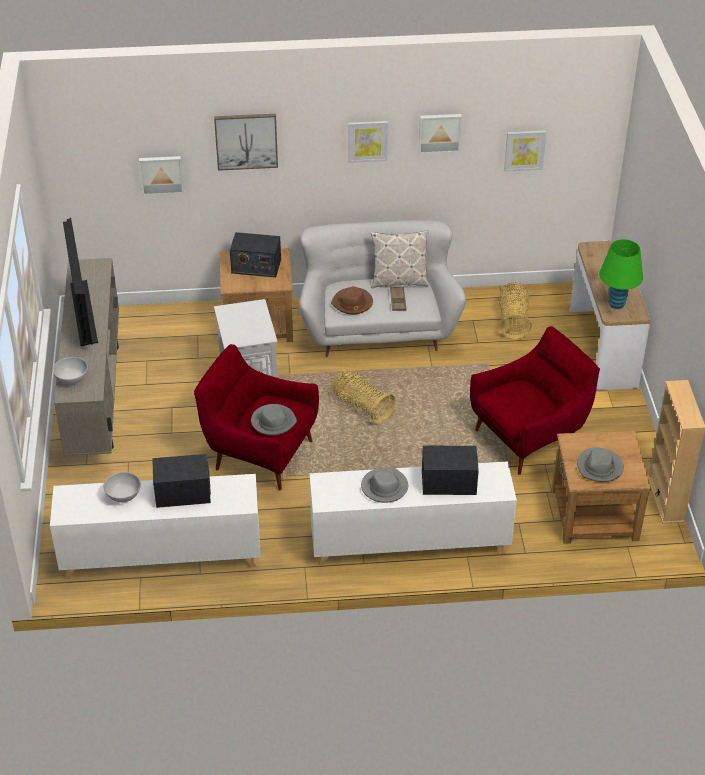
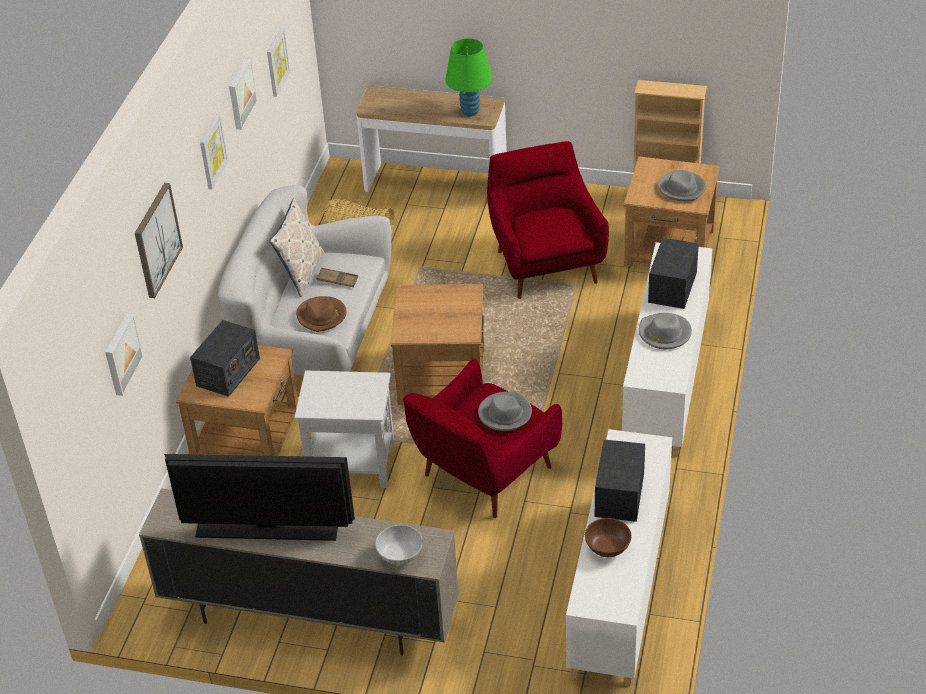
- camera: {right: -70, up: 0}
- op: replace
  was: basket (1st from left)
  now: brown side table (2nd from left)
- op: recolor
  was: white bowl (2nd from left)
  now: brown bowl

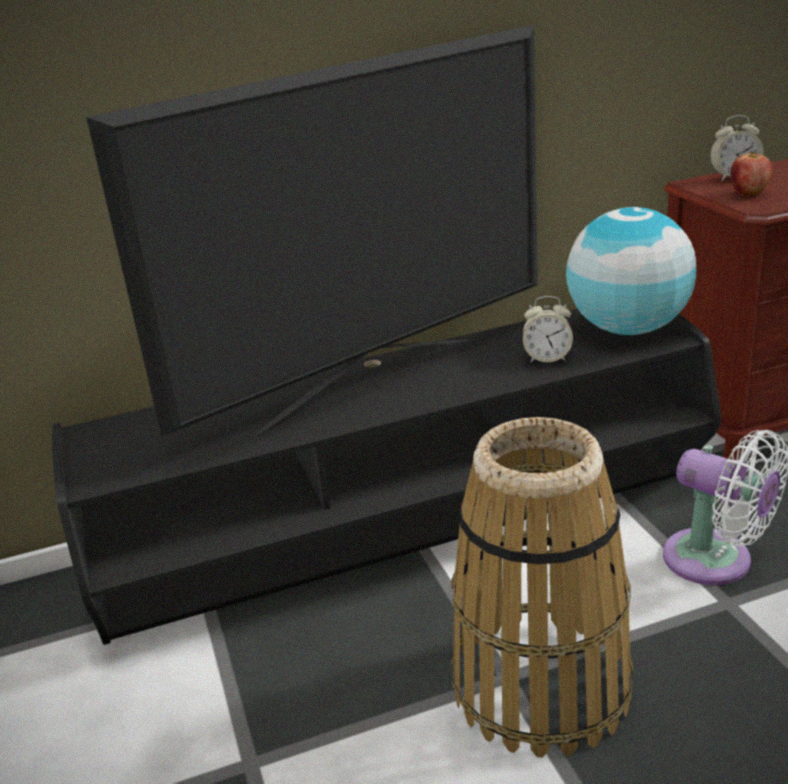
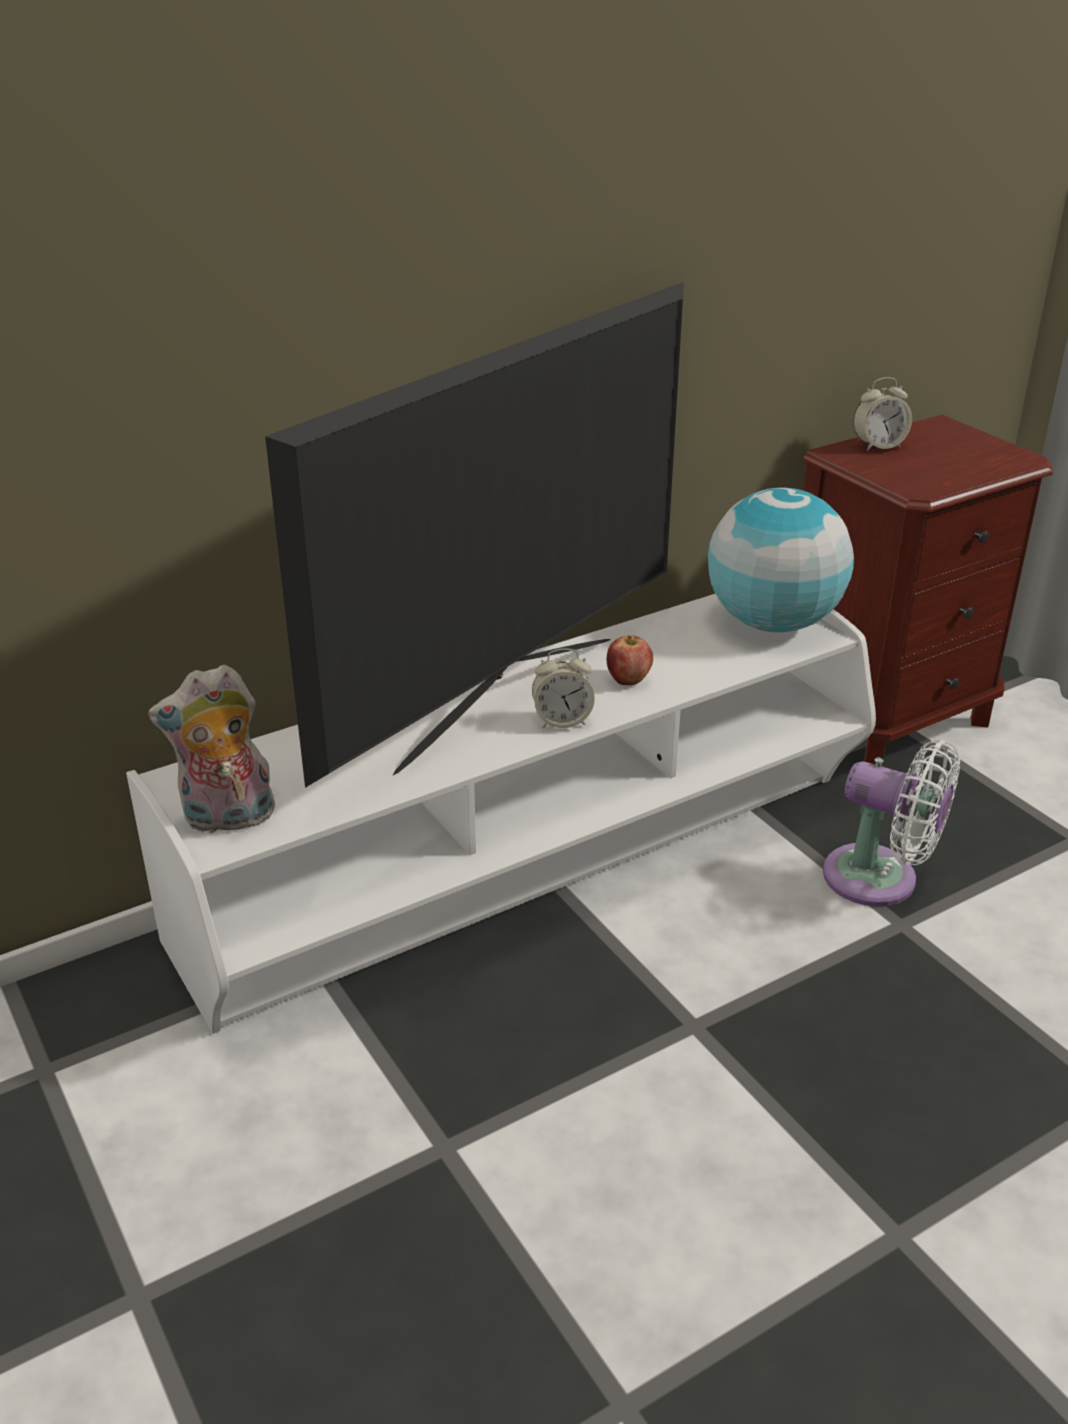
- camera: {right: -15, up: 5}
- op: delete
  was: basket
- op: insert
  now: plush toy
- op: move
  was: alarm clock (1st from left)
- op: move
  was: apple
- op: recolor
  was: black tv stand
  now: white tv stand

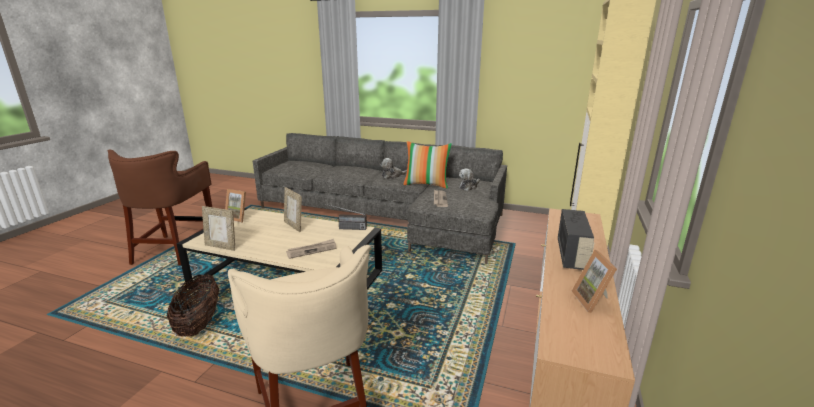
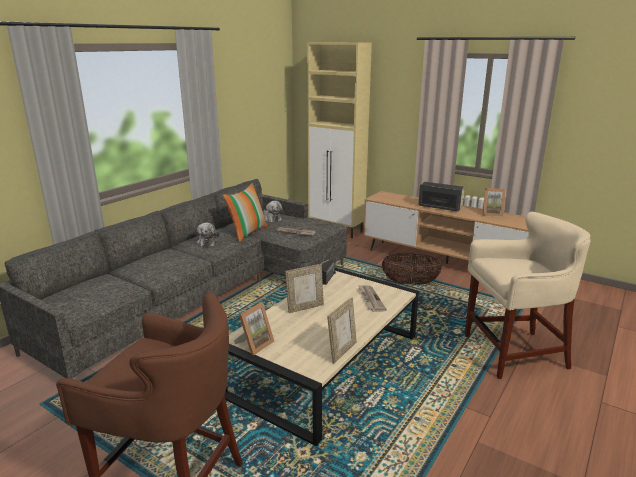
- camera: {right: -75, up: 0}
- op: move
  was: basket

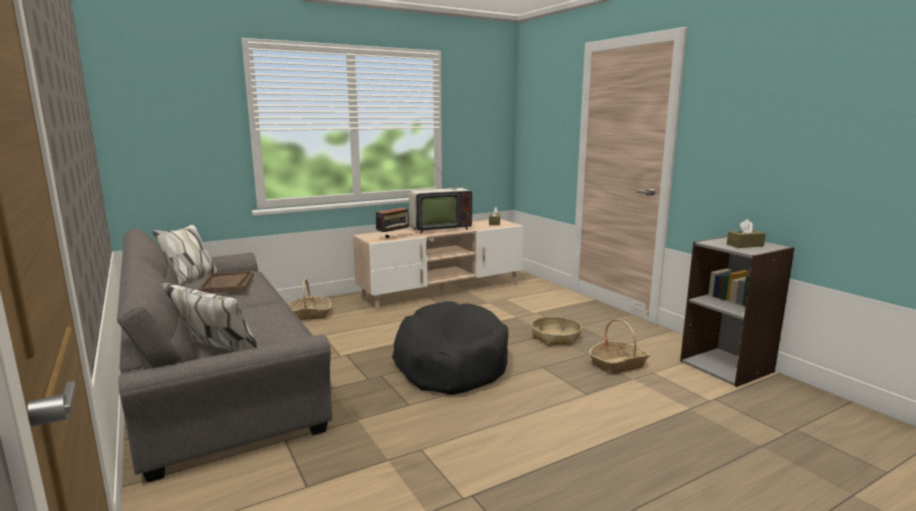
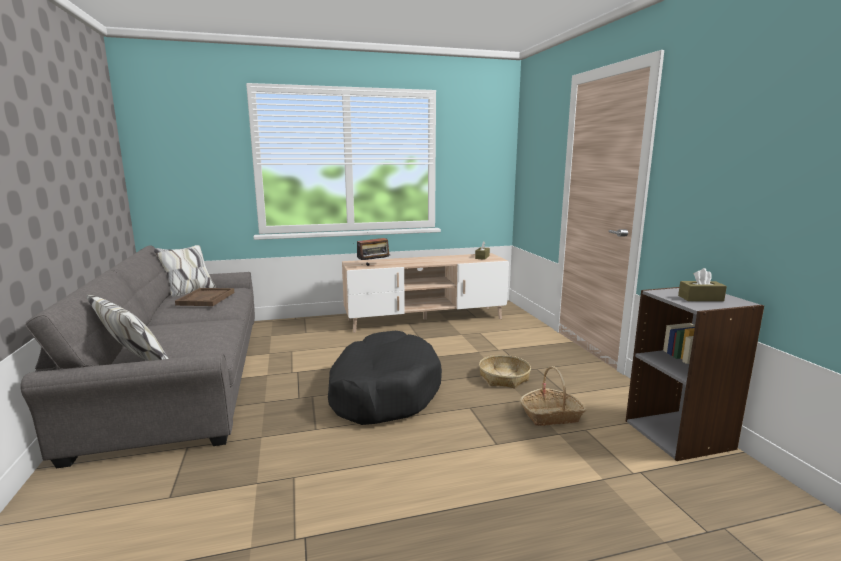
- camera: {right: 15, up: 0}
- op: delete
  was: basket (1st from left)
- op: delete
  was: television

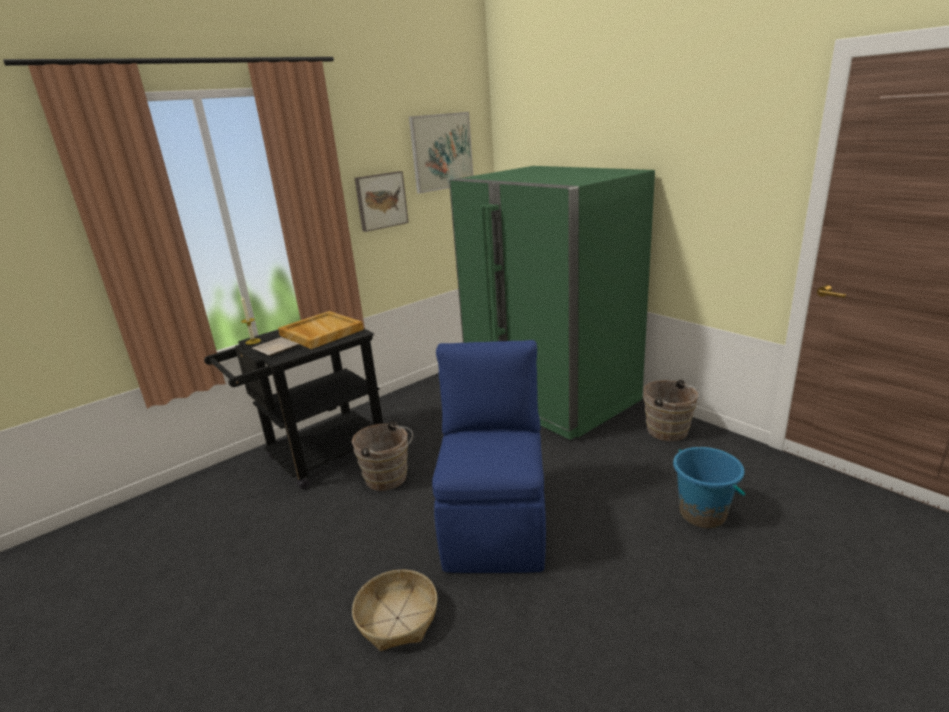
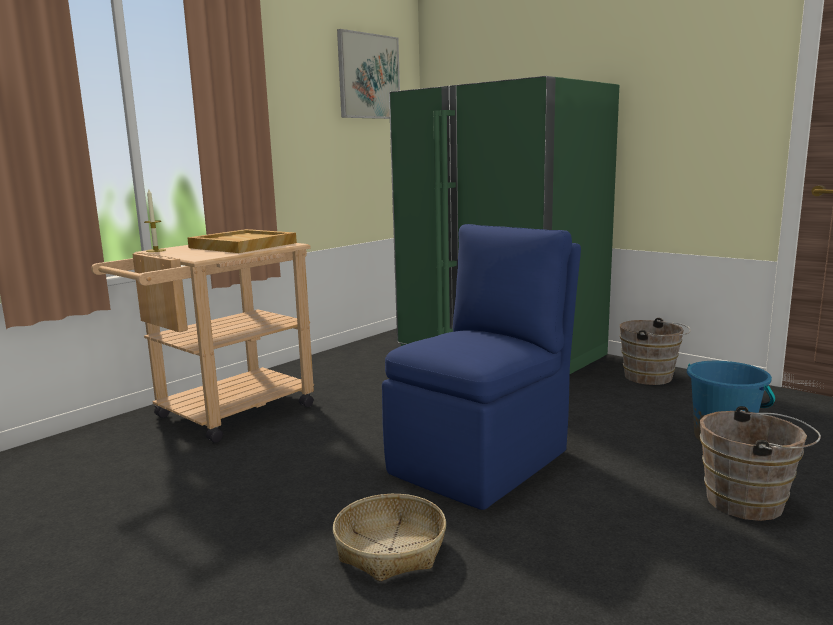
- camera: {right: -10, up: -10}
- op: delete
  was: plate
- op: delete
  was: picture (1st from left)
- op: move
  was: brown bucket (1st from left in the first image)
  now: brown bucket (2nd from left)
- op: recolor
  was: black cart
  now: beige cart
- op: rotate
  was: blue chair
  clockwise: 45

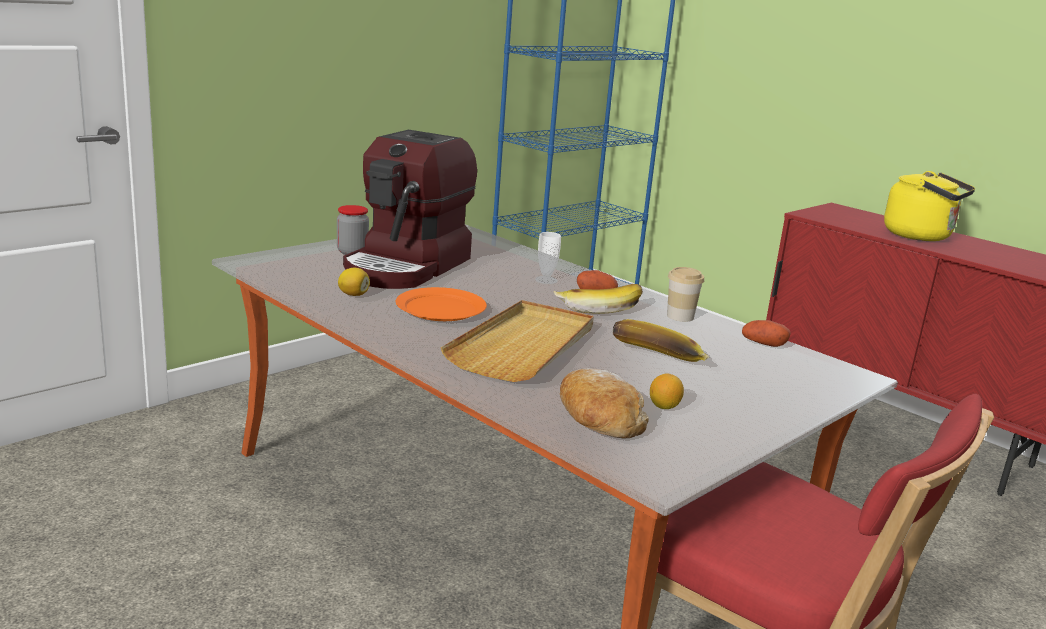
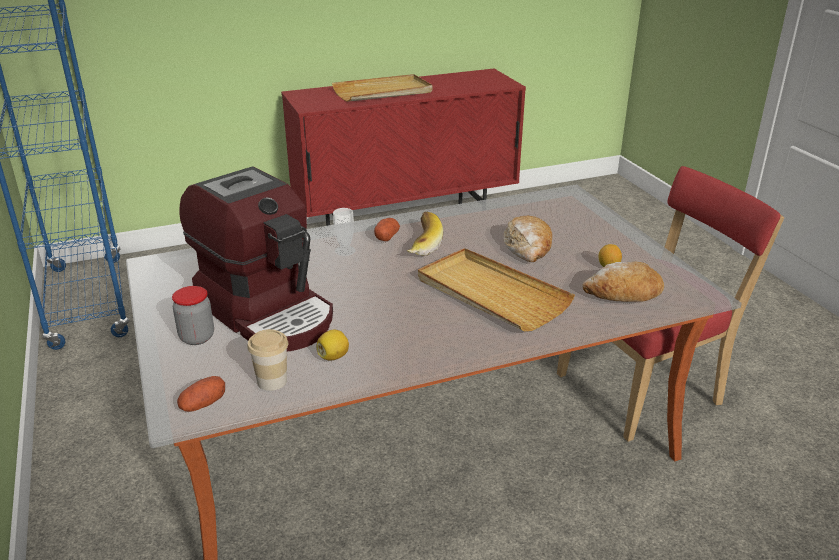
- camera: {right: -65, up: 10}
- op: delete
  was: orange plate
- op: move
  was: cup (2nd from left in the first image)
  now: cup (1st from left)
- op: move
  was: potato (2nd from left in the first image)
  now: potato (1st from left)
- op: replace
  was: banana (2nd from left)
  now: bread (1st from left)
- op: replace
  was: yellow kettle
  now: beige tray (1st from left)

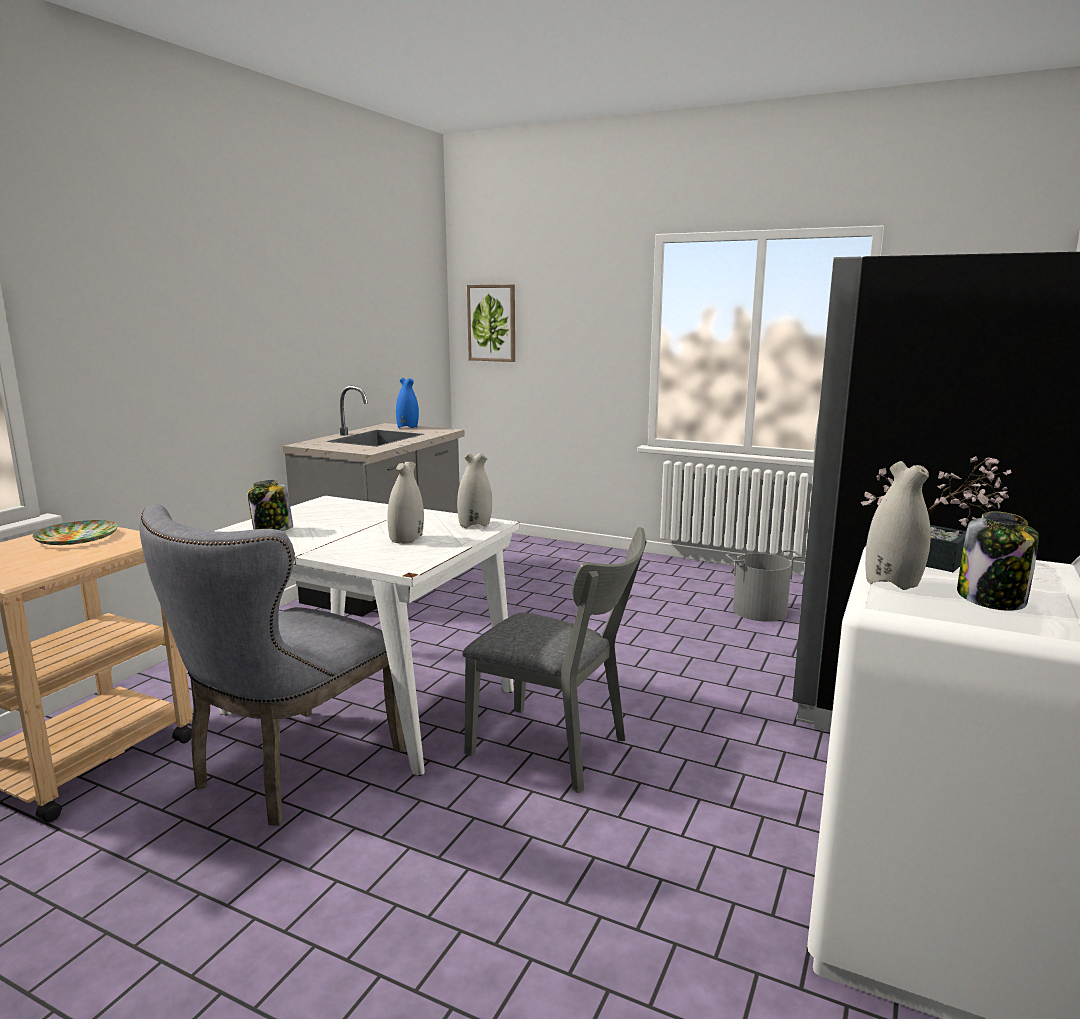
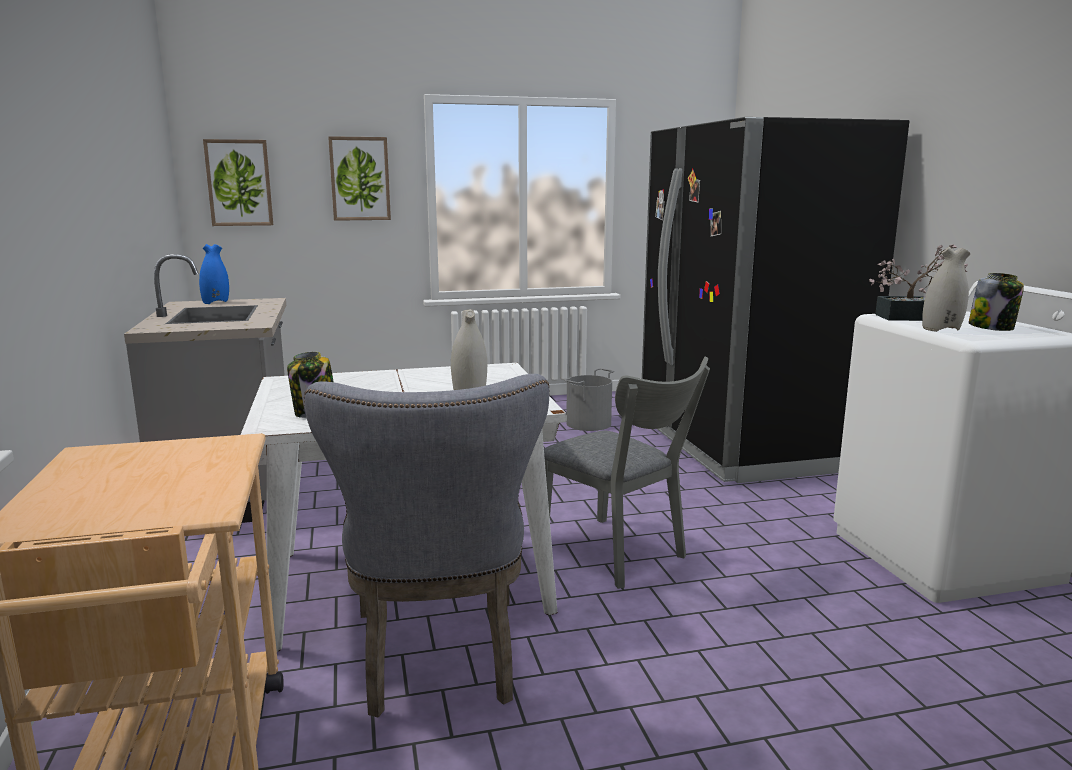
- camera: {right: -40, up: 0}
- op: delete
  was: plate
- op: delete
  was: white vase (2nd from left)
- op: insert
  now: picture (2nd from left)
- op: rotate
  was: grey chair (2nd from left)
  clockwise: 60

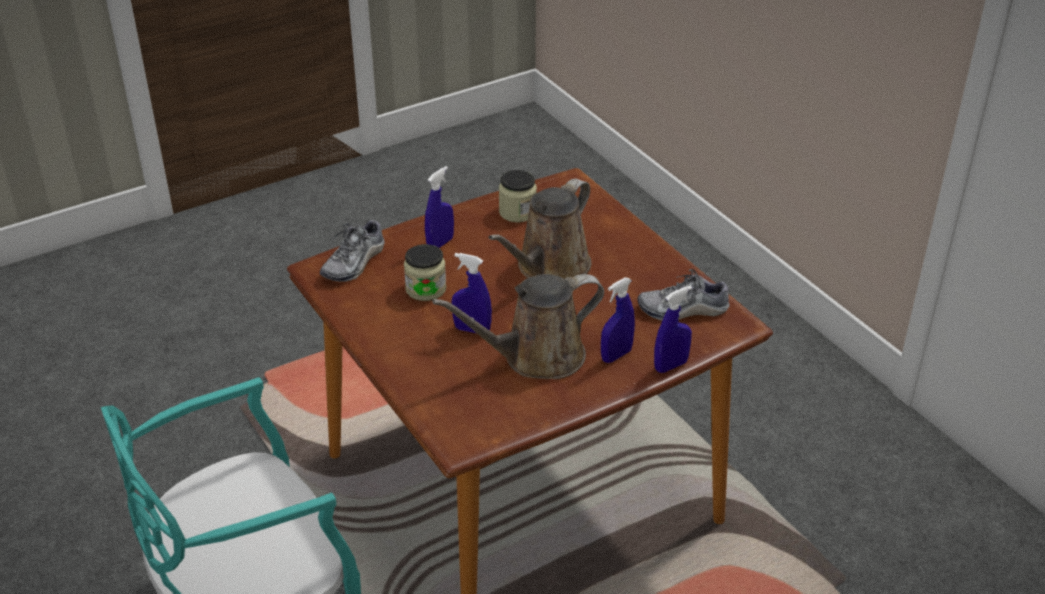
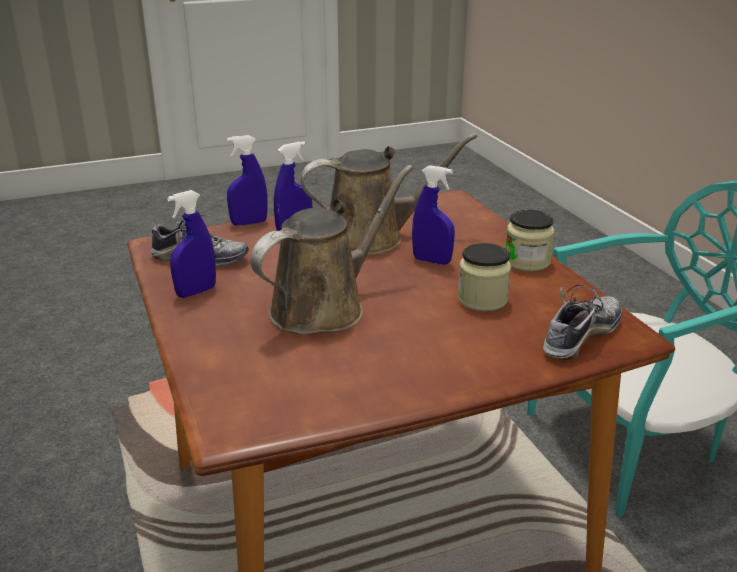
- camera: {right: -170, up: -10}
- op: move
  was: blue spray bottle (1st from left)
- op: move
  was: jar (2nd from left)

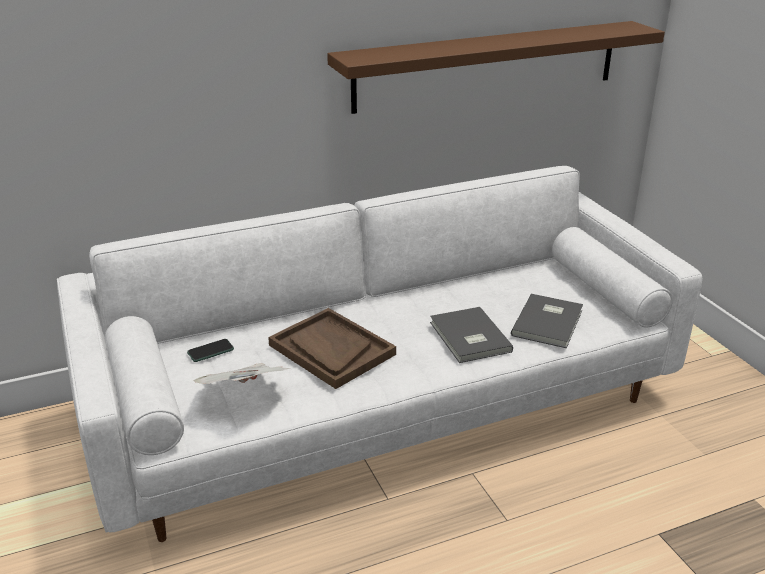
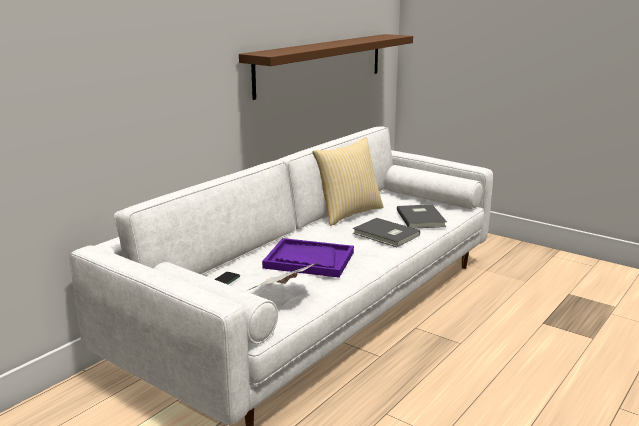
- camera: {right: -30, up: -10}
- op: insert
  now: pillow
- op: recolor
  was: brown tray
  now: purple tray

